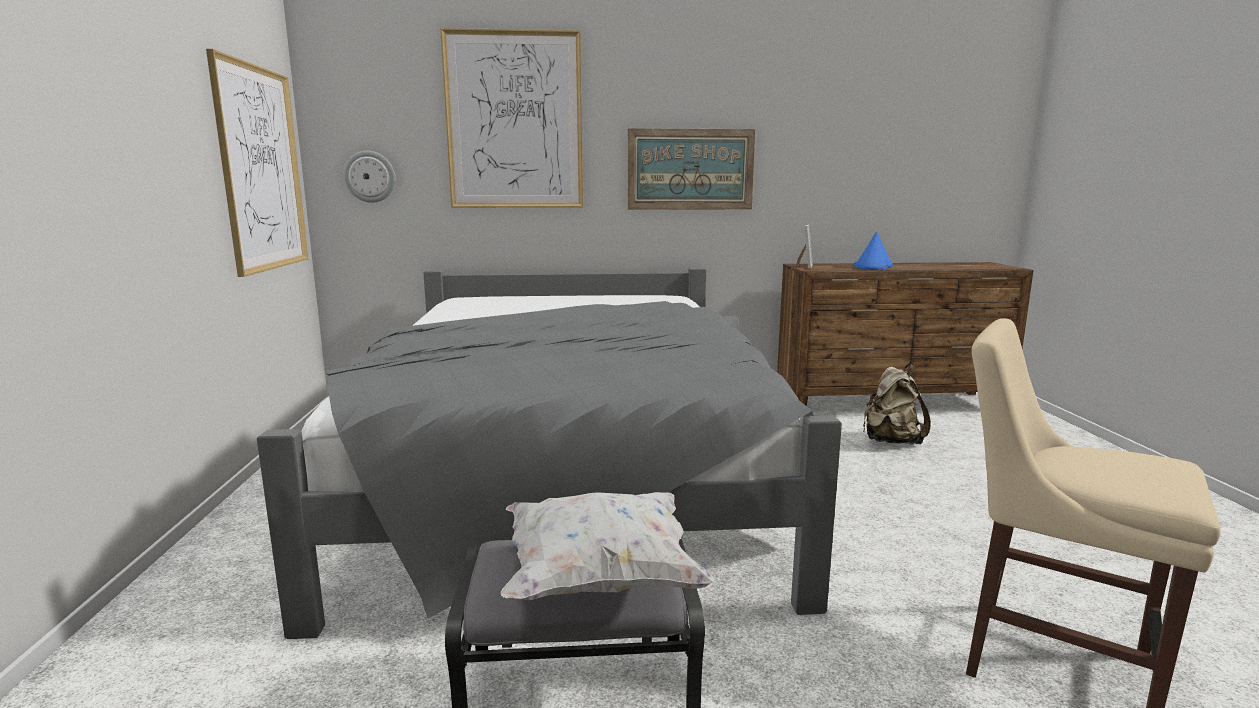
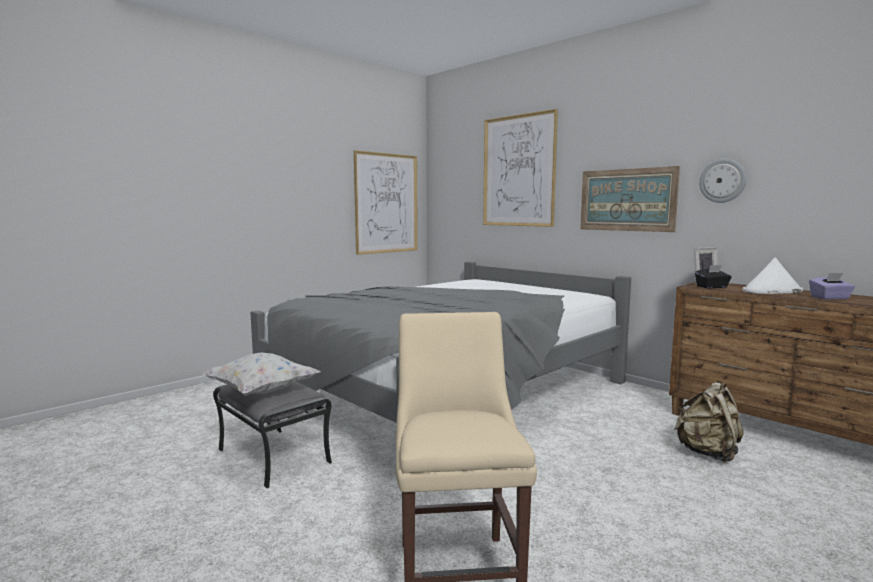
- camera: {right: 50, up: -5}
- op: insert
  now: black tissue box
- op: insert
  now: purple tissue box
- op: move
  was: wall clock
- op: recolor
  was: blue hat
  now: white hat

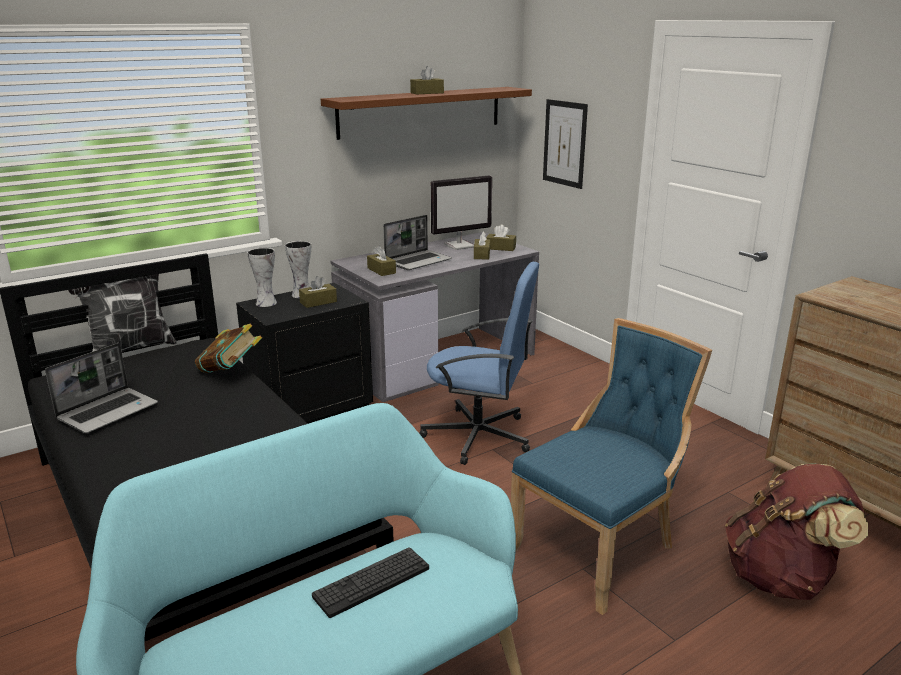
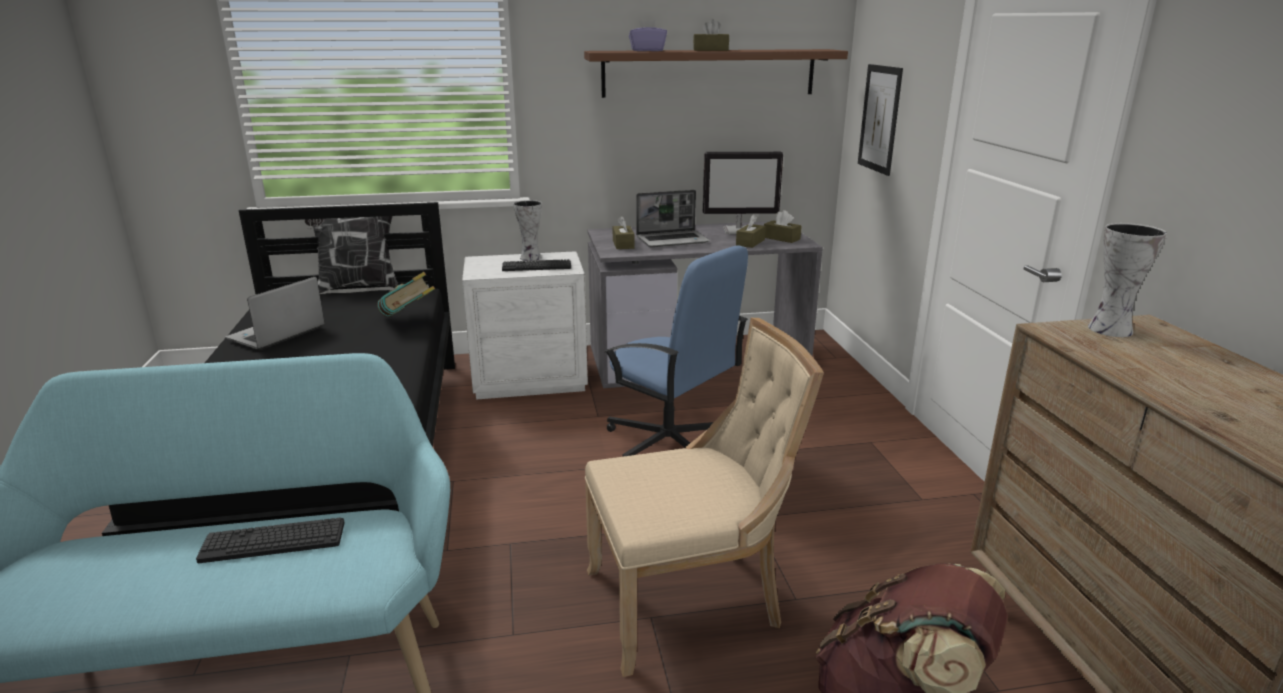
- camera: {right: 25, up: 0}
- op: insert
  now: purple tissue box
- op: move
  was: vase (1st from left in the first image)
  now: vase (2nd from left)
- op: replace
  was: brown tissue box (1st from left)
  now: keyboard (2nd from left)
- op: recolor
  was: black nightstand
  now: white nightstand
- op: recolor
  was: blue chair
  now: beige chair
- op: rotate
  was: laptop (1st from left)
  clockwise: 150

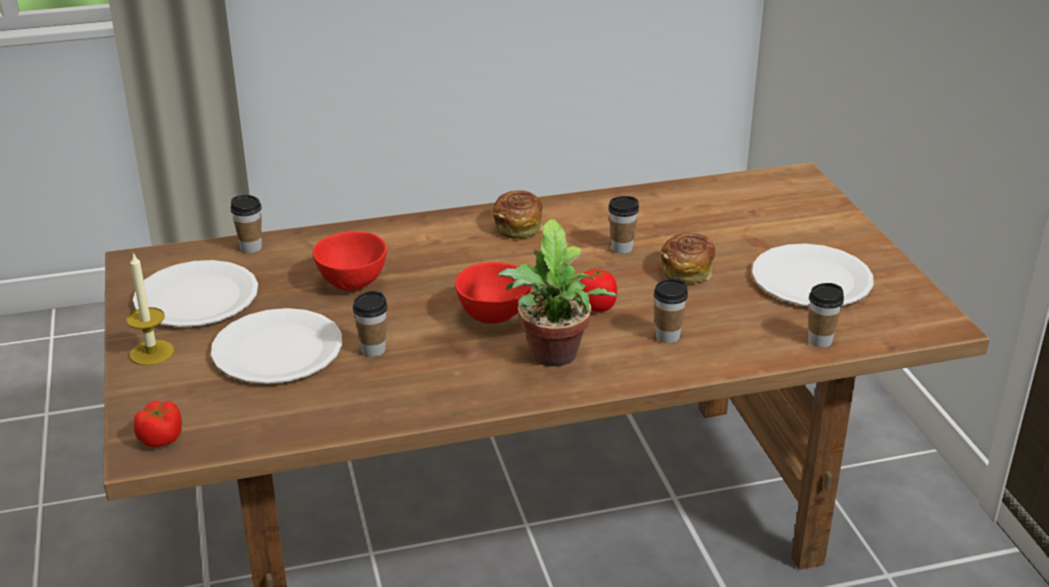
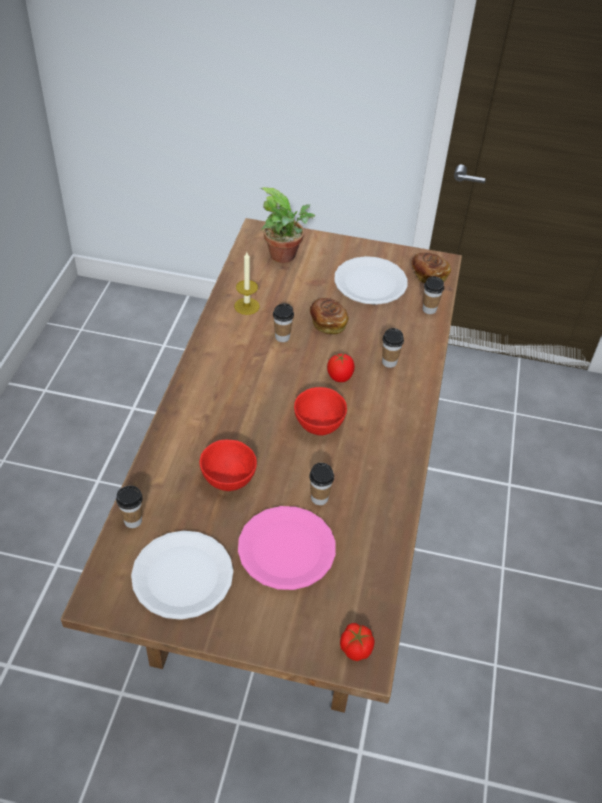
- camera: {right: -65, up: 15}
- op: move
  was: candle
- op: move
  was: bread (1st from left in the first image)
  now: bread (2nd from left)
- op: move
  was: potted plant
- op: recolor
  was: white plate (2nd from left)
  now: pink plate

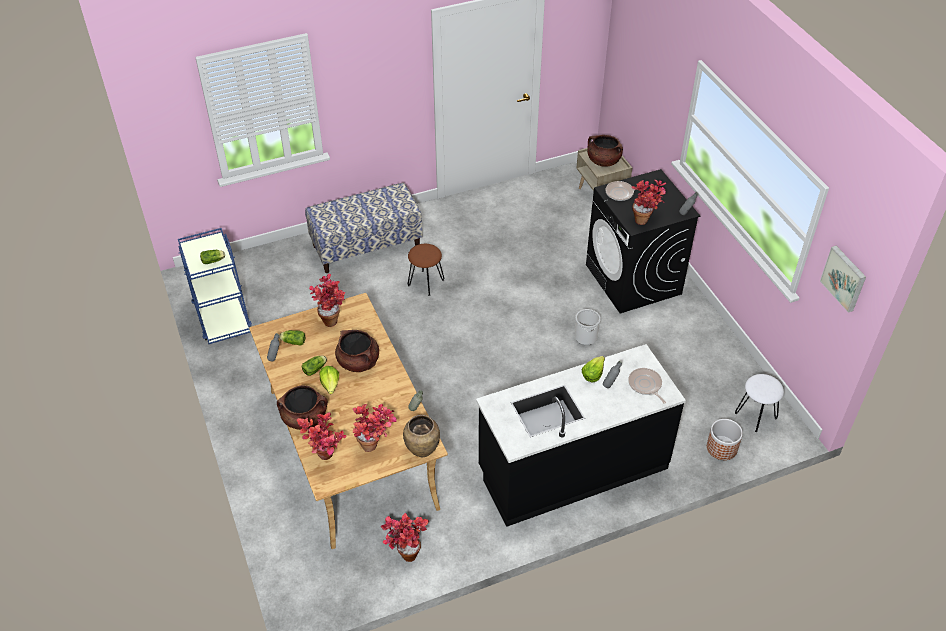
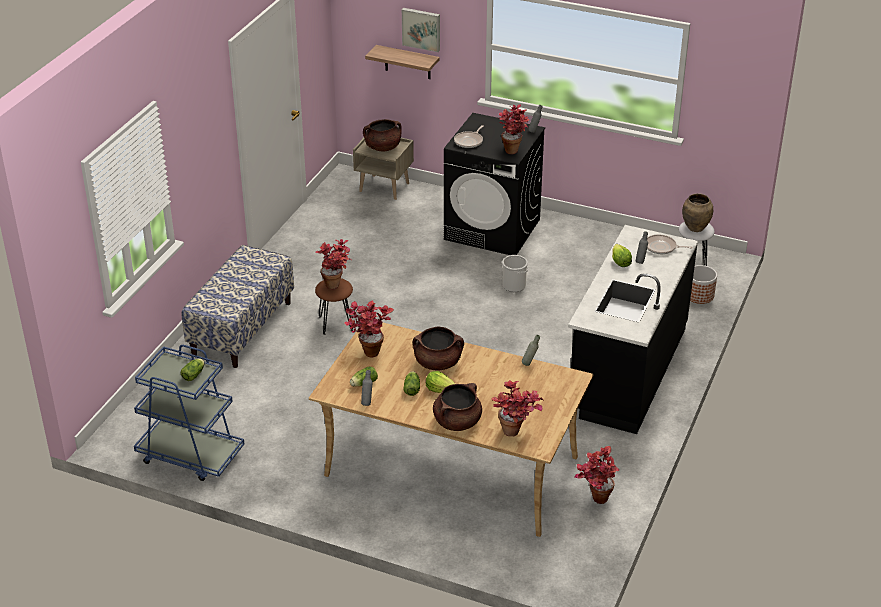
- camera: {right: -45, up: -10}
- op: insert
  now: shelf
- op: move
  was: potted plant (3rd from left in the first image)
  now: potted plant (1st from left)
- op: move
  was: brown vase
- op: move
  was: picture

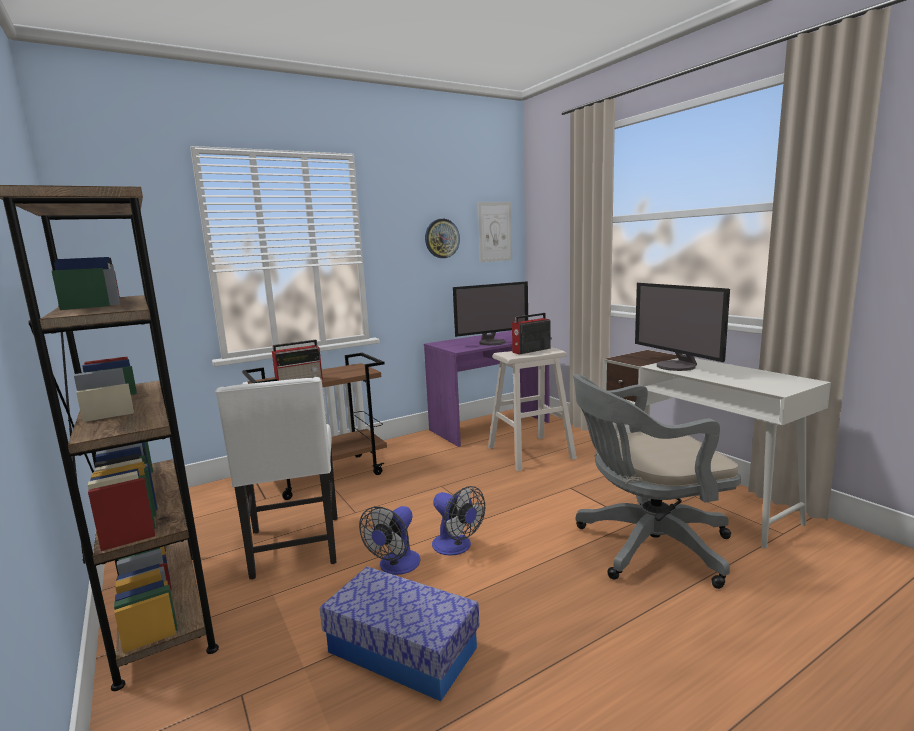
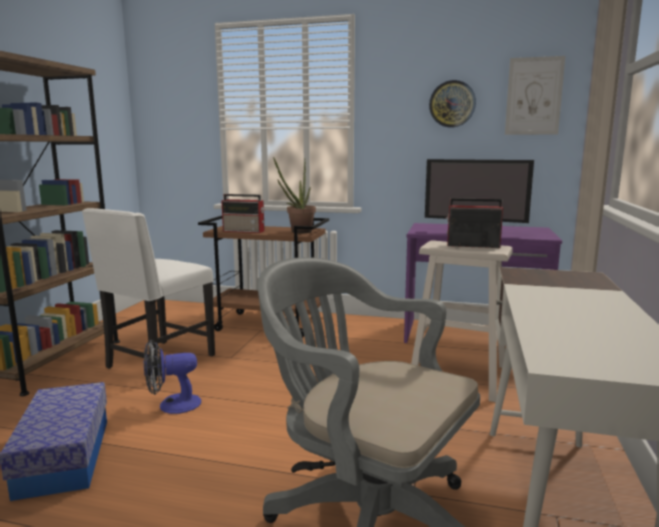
- camera: {right: 45, up: 0}
- op: delete
  was: fan (2nd from left)
- op: delete
  was: monitor (2nd from left)
- op: insert
  now: potted plant

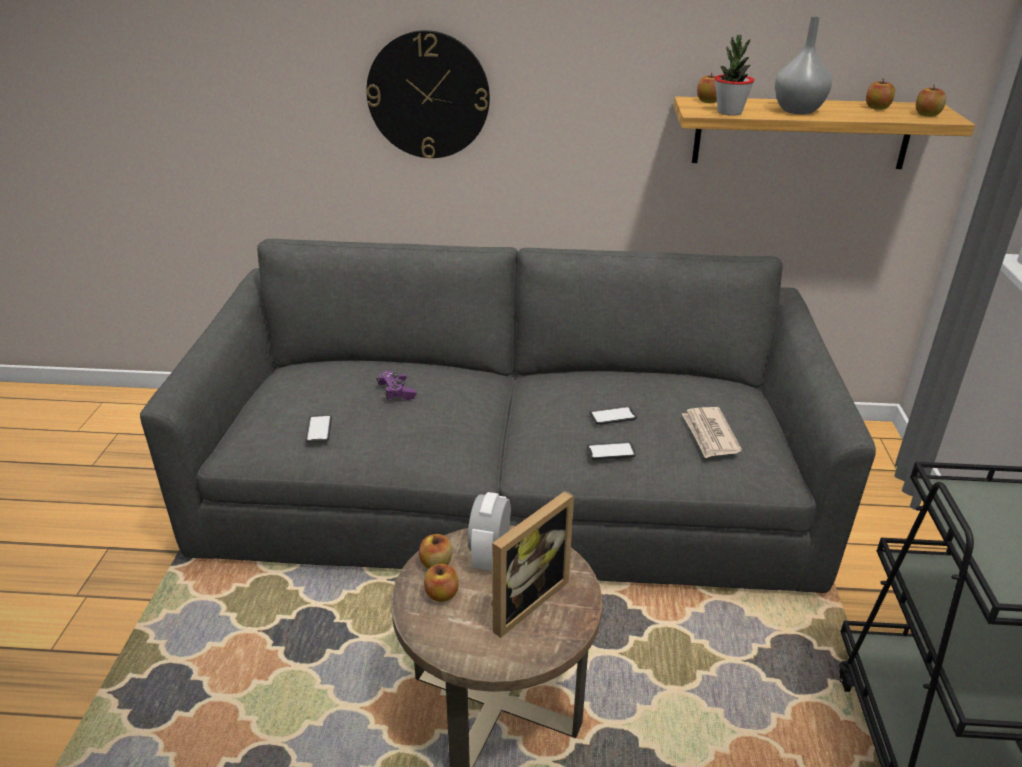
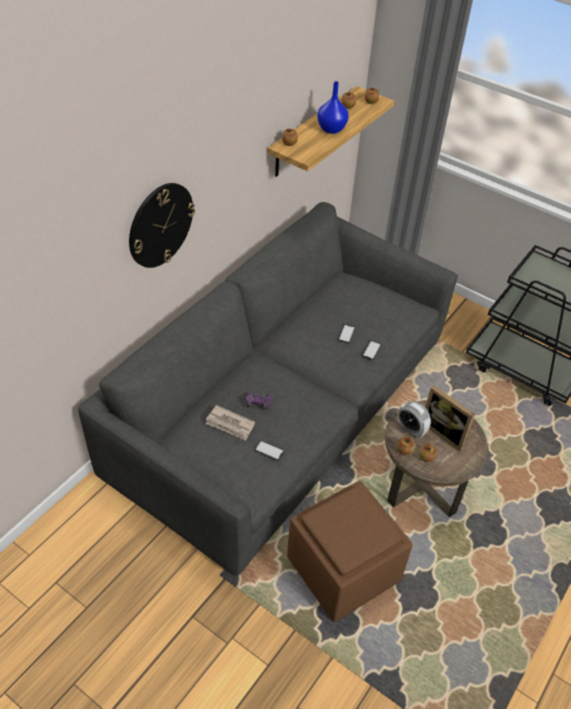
- camera: {right: -60, up: 15}
- op: delete
  was: potted plant
- op: insert
  now: brown ottoman
- op: move
  was: newspaper
- op: recolor
  was: grey vase
  now: blue vase
- op: rotate
  was: picture frame
  clockwise: 150

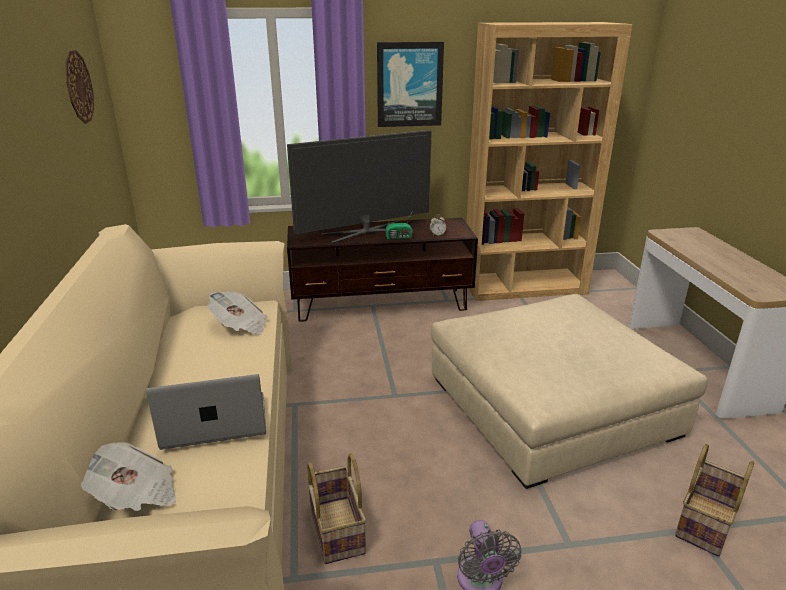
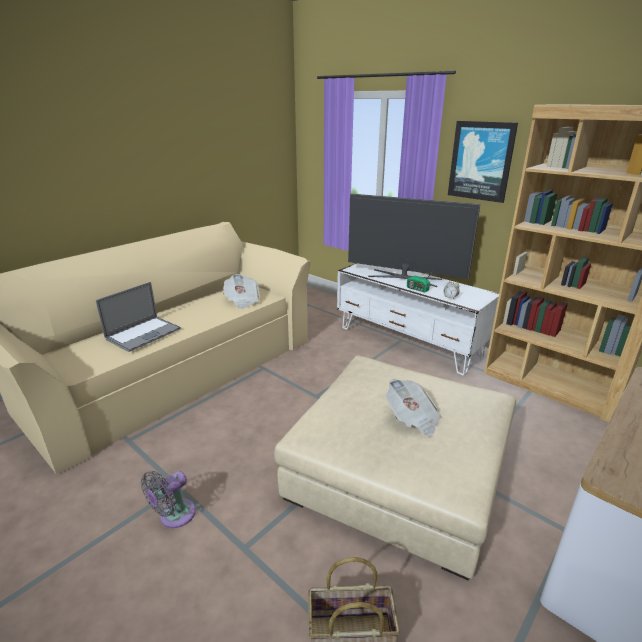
- camera: {right: 50, up: 0}
- op: delete
  was: wall clock
- op: delete
  was: basket (1st from left)
- op: move
  was: newspaper (1st from left in the first image)
  now: newspaper (2nd from left)
- op: recolor
  was: brown tv stand
  now: white tv stand
- op: rotate
  was: laptop
  clockwise: 90

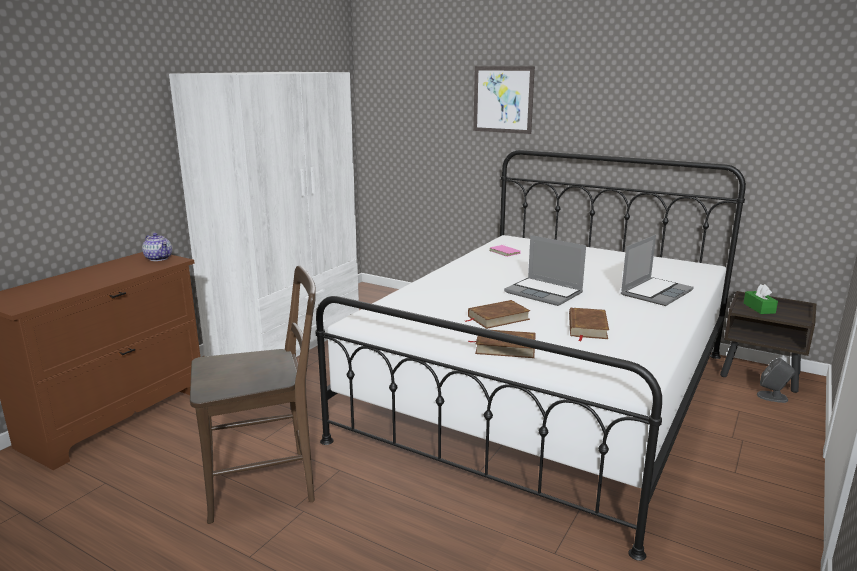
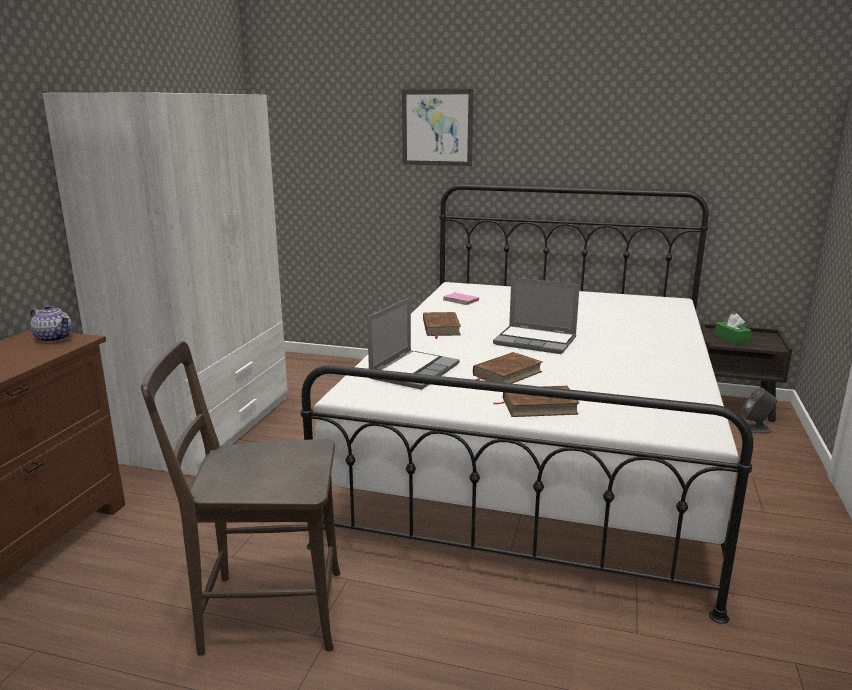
- camera: {right: -15, up: 0}
- op: move
  was: brown book (3rd from left in the first image)
  now: brown book (1st from left)
- op: move
  was: laptop (2nd from left in the first image)
  now: laptop (1st from left)
- op: rotate
  was: brown chair
  clockwise: -150

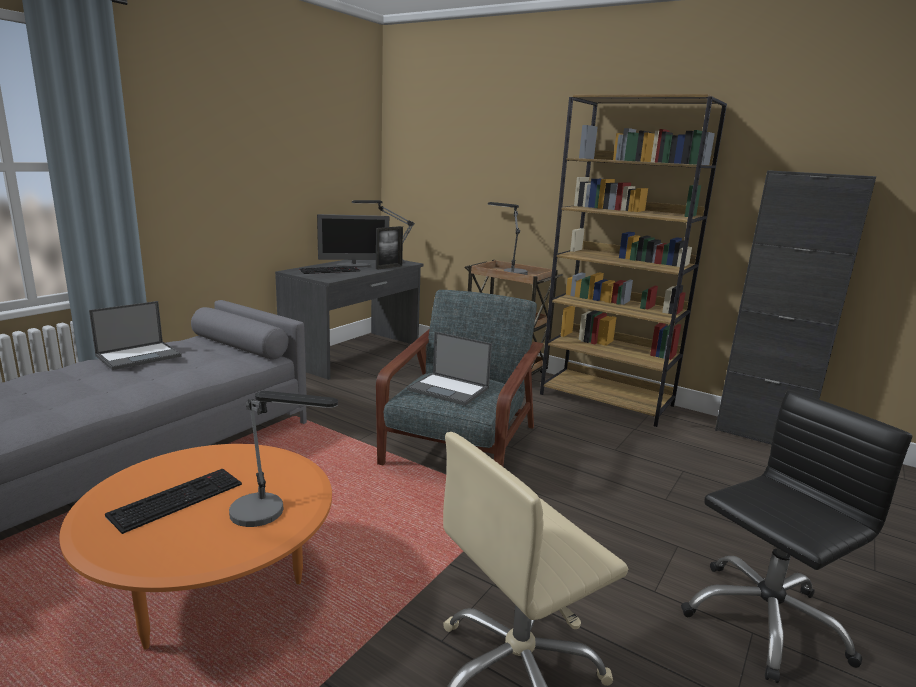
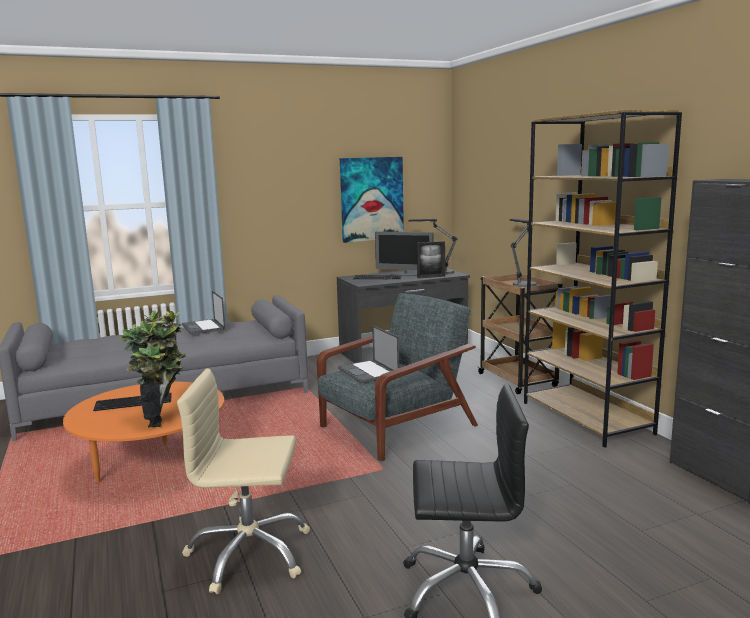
- camera: {right: 35, up: -5}
- op: insert
  now: picture
- op: replace
  was: table lamp (1st from left)
  now: potted plant
- op: rotate
  was: laptop (1st from left)
  clockwise: 75

